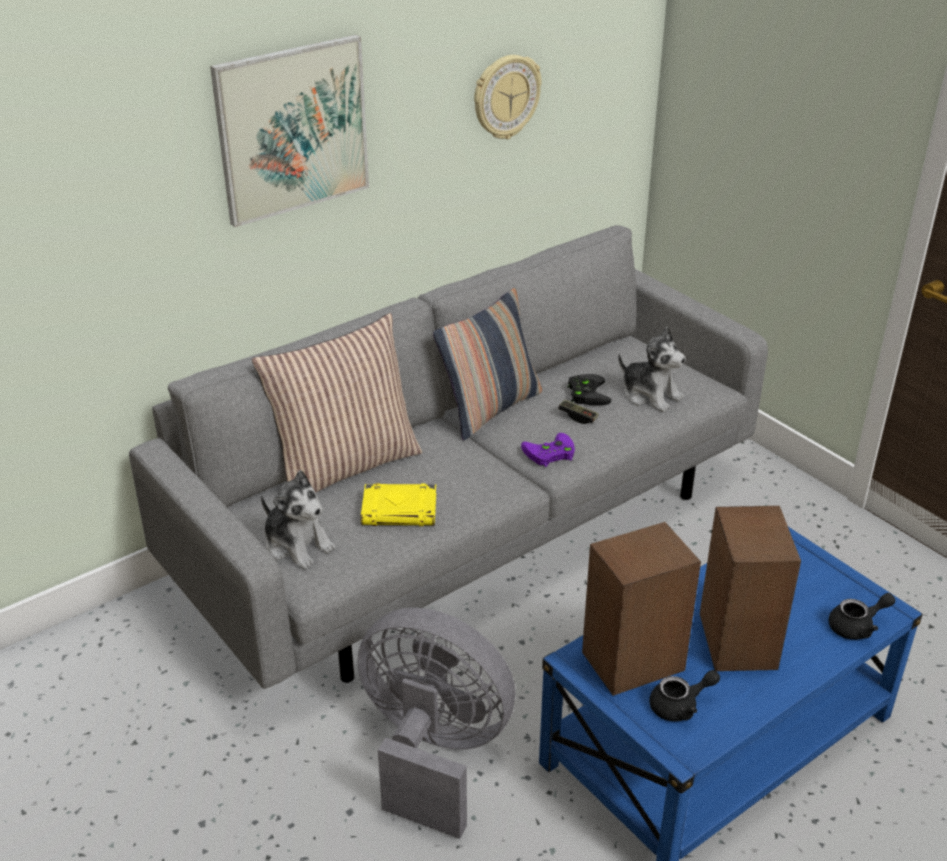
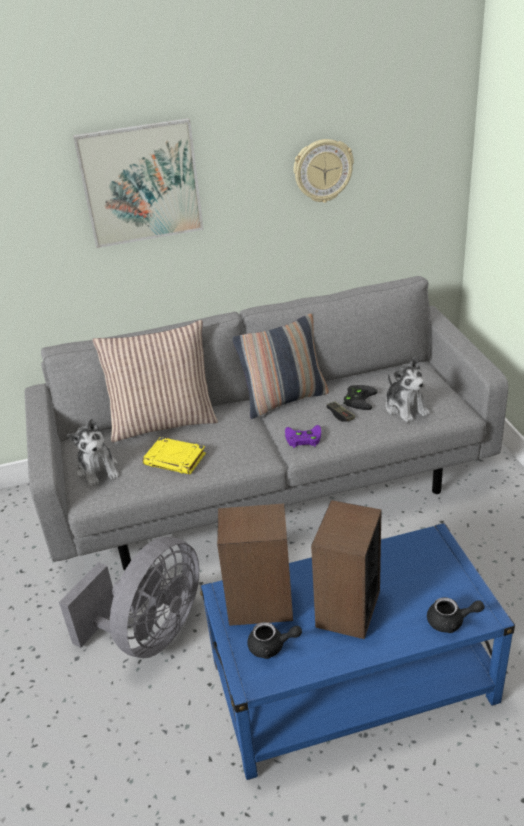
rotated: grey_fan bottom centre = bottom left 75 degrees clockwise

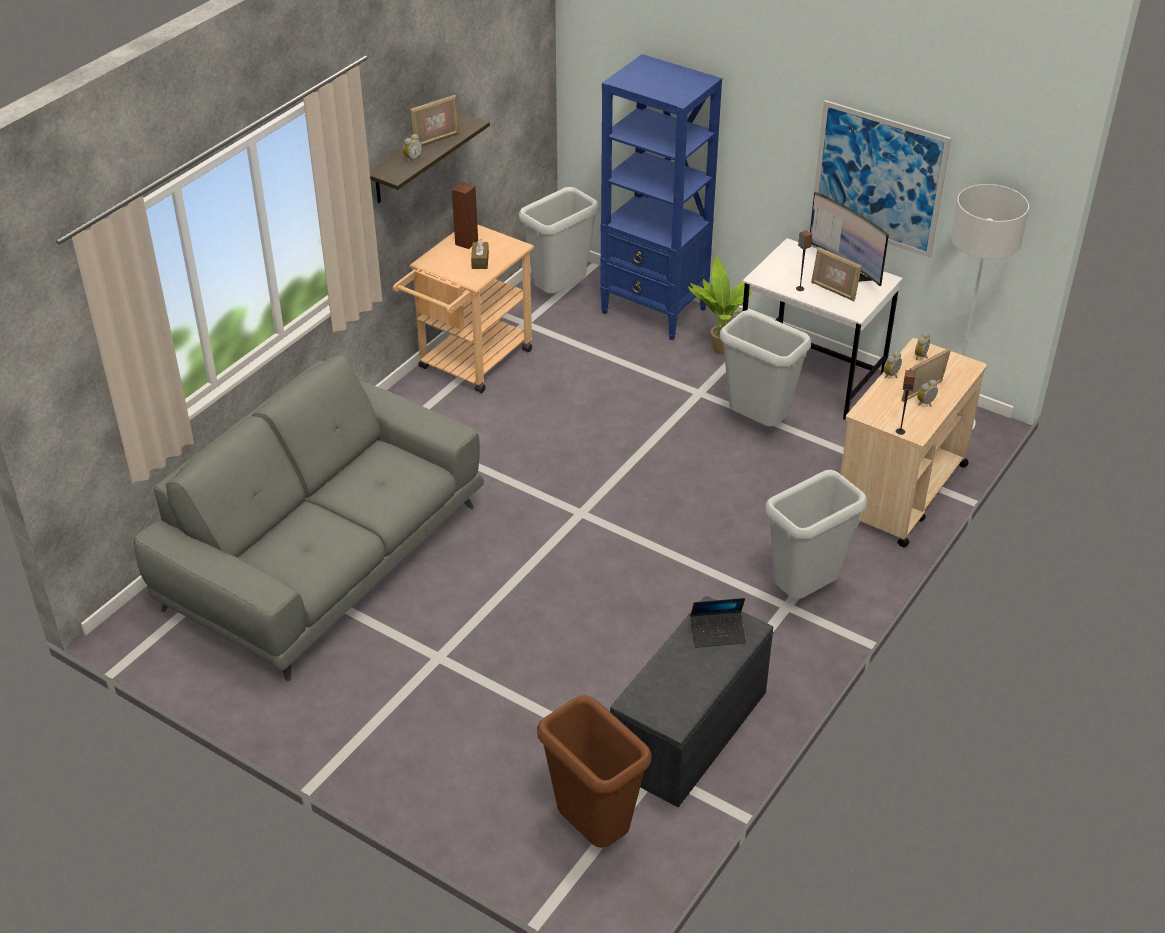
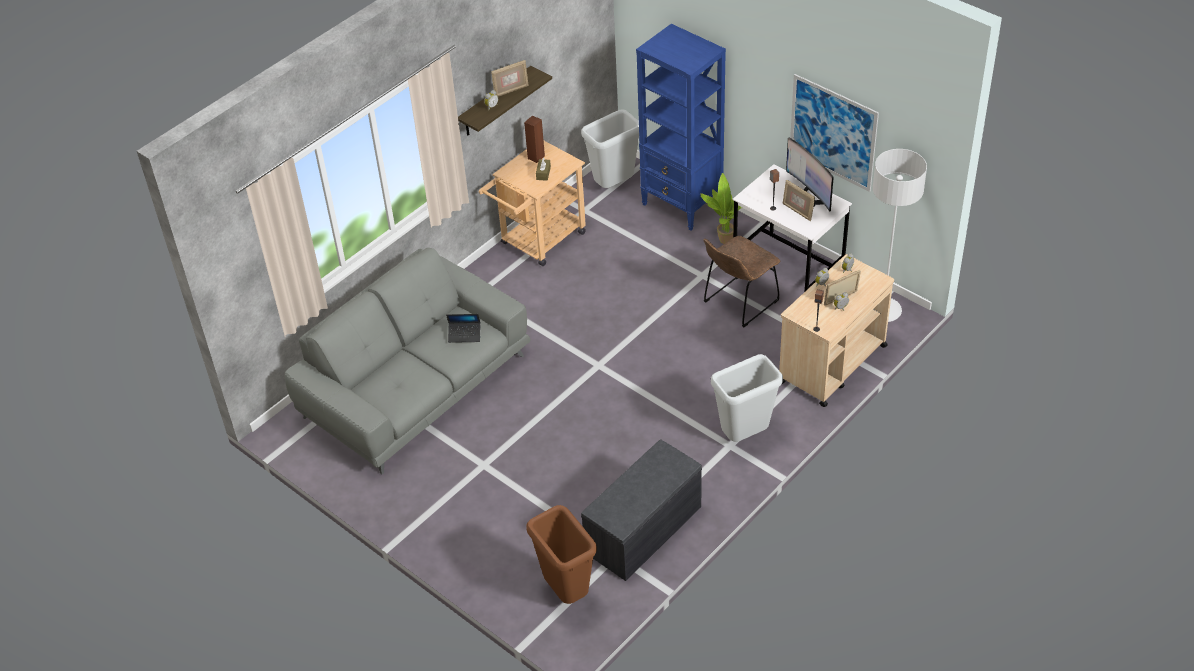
shifted: laptop bottom centre to centre
swapped: grey_trash_can (no. 2 from left) centre to brown_chair centre

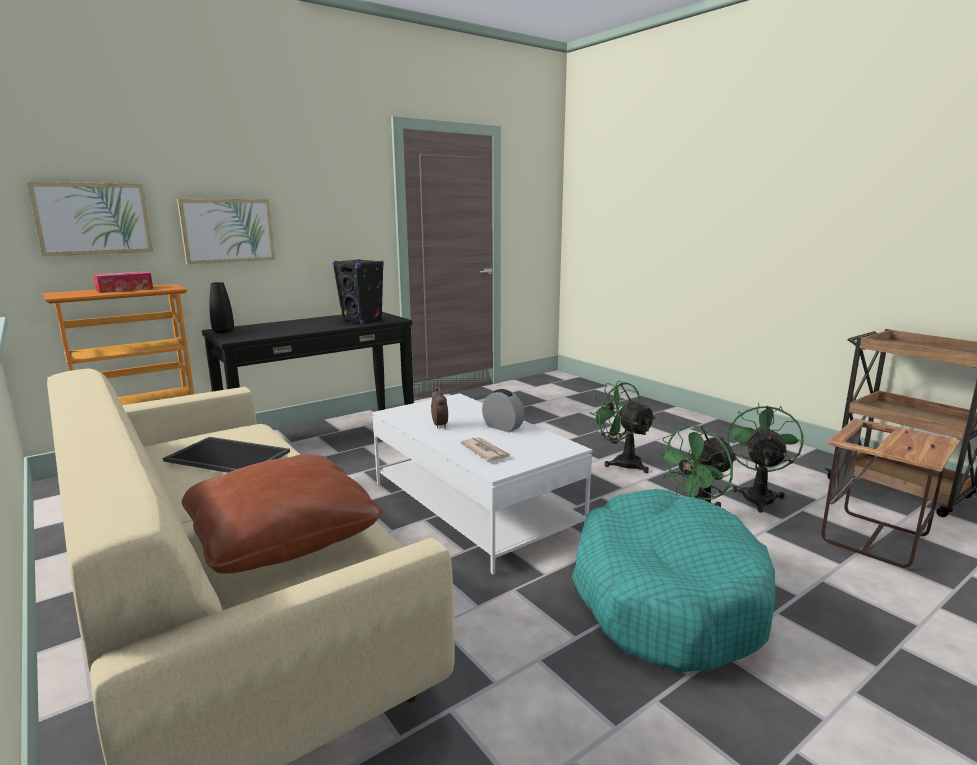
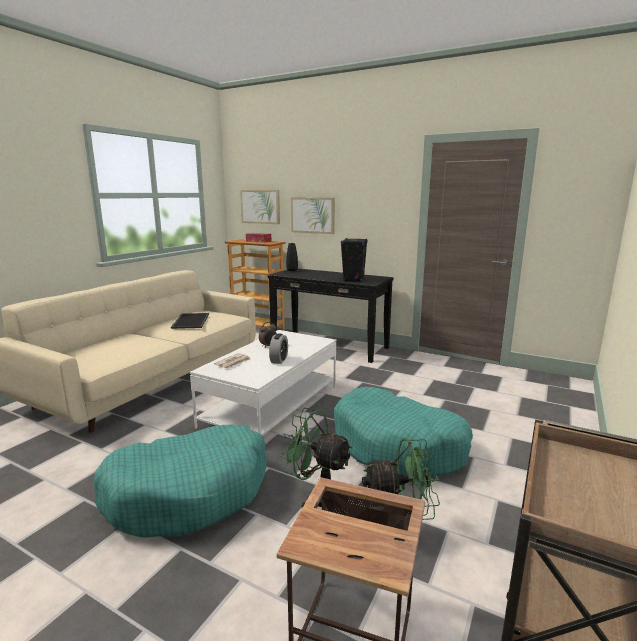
gone: brown_pillow bottom left
swapped: green_fan (no. 1 from left) centre to turquoise_dog_bed (no. 2 from left) bottom centre

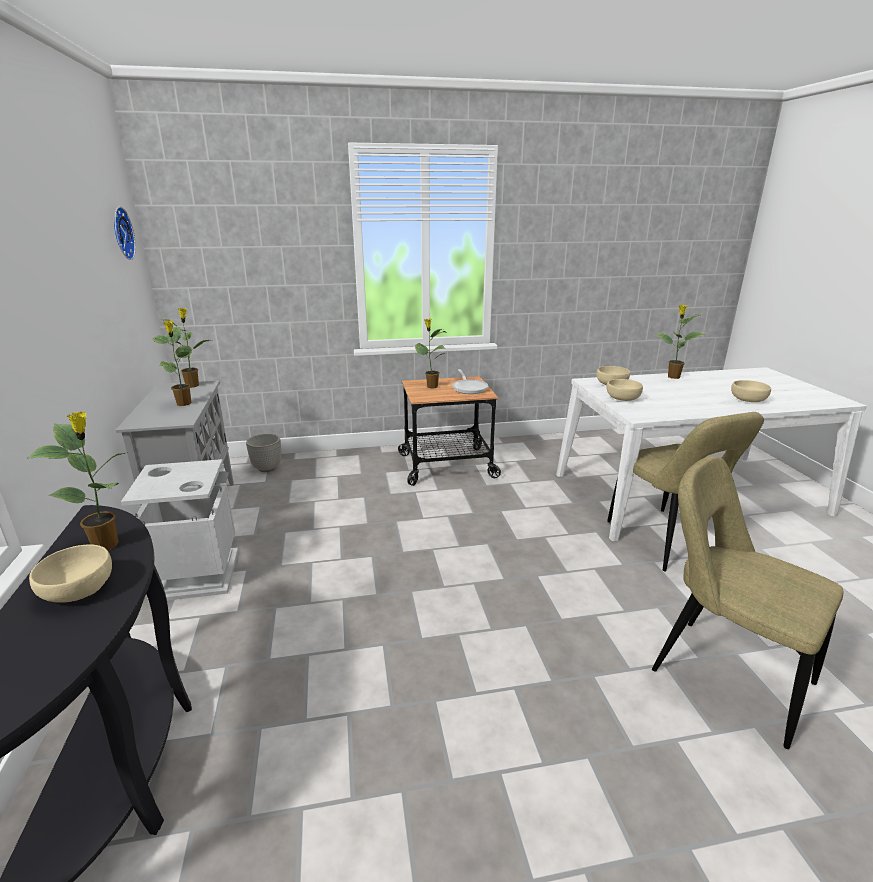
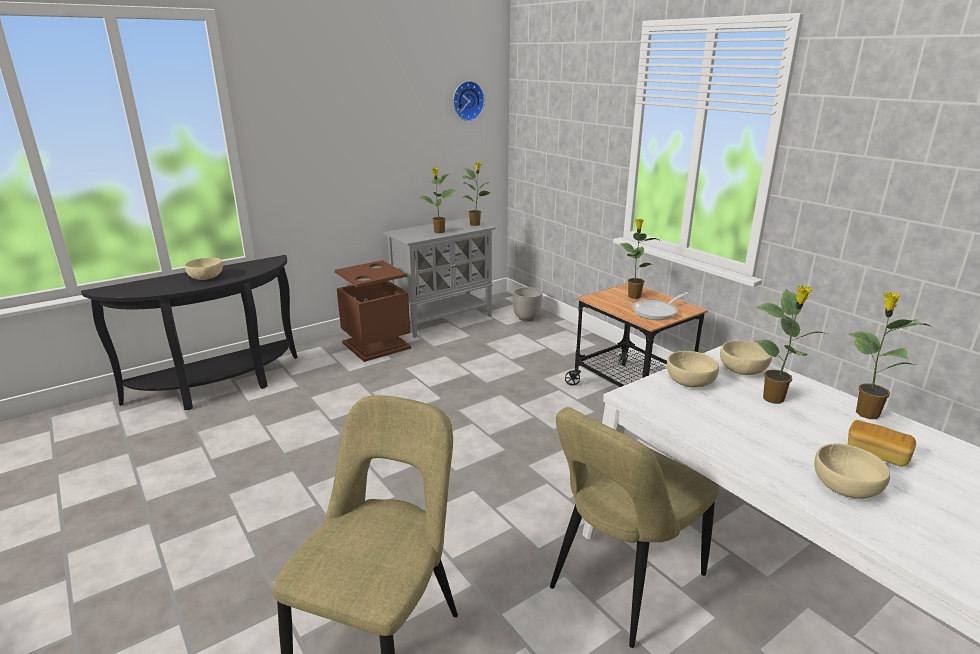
new: bread bottom right
shifted: potted_plant (no. 1 from left in the first image) middle left to potted_plant (no. 4 from left) middle right
repainted: grey_trash_can middle left to brown_trash_can centre

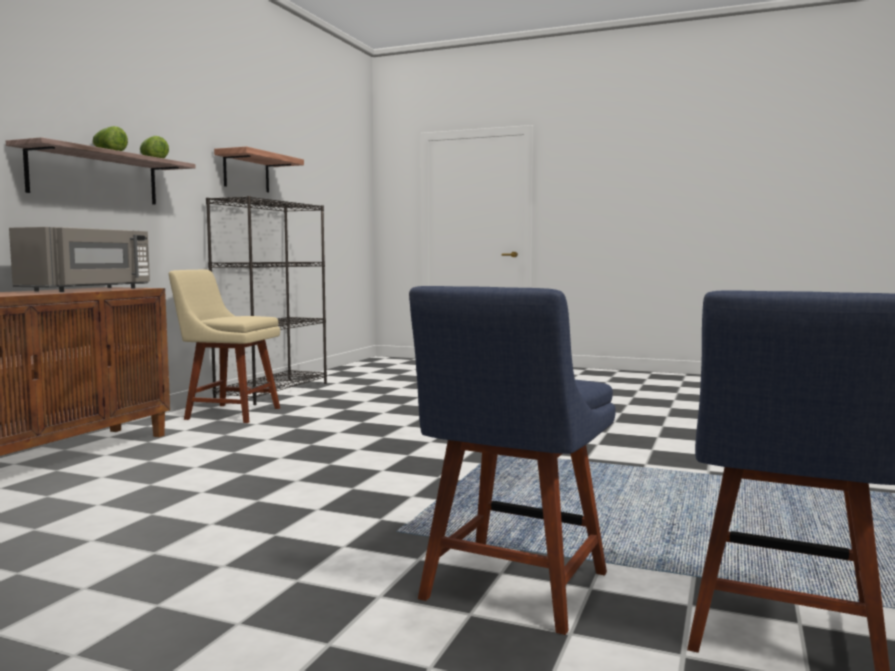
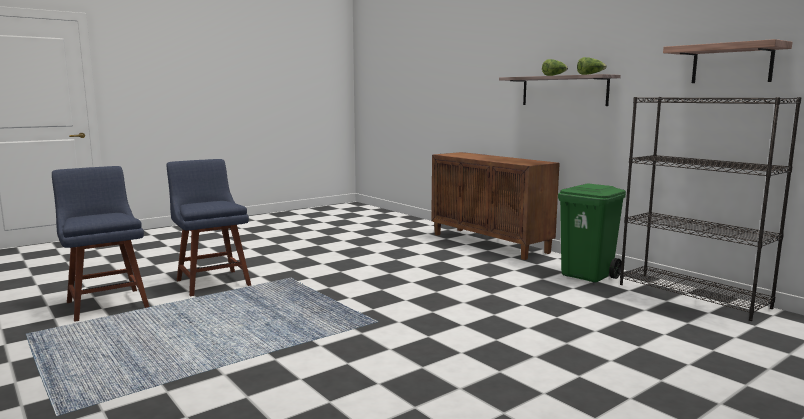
gone: grey_microwave middle left
swapped: beige_chair middle left to green_trash_can middle right

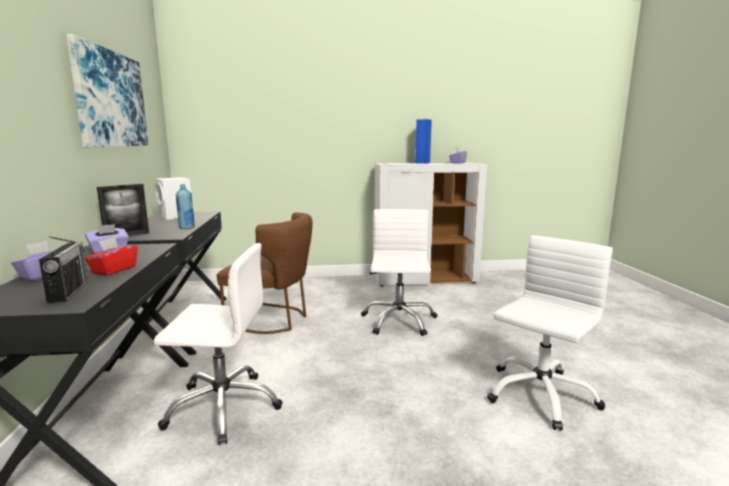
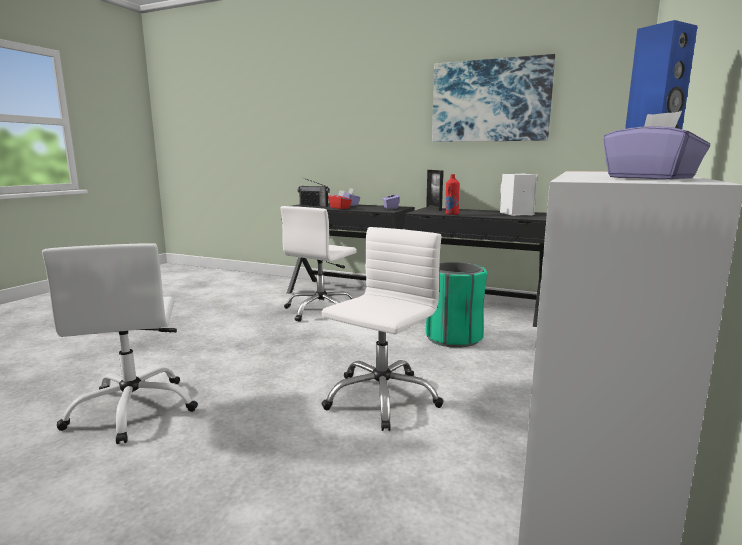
swapped: brown_chair centre to green_trash_can centre
repainted: blue_bottle middle left to red_bottle centre
rotated: white_office_chair (no. 2 from left in the first image) centre = centre 90 degrees counterclockwise

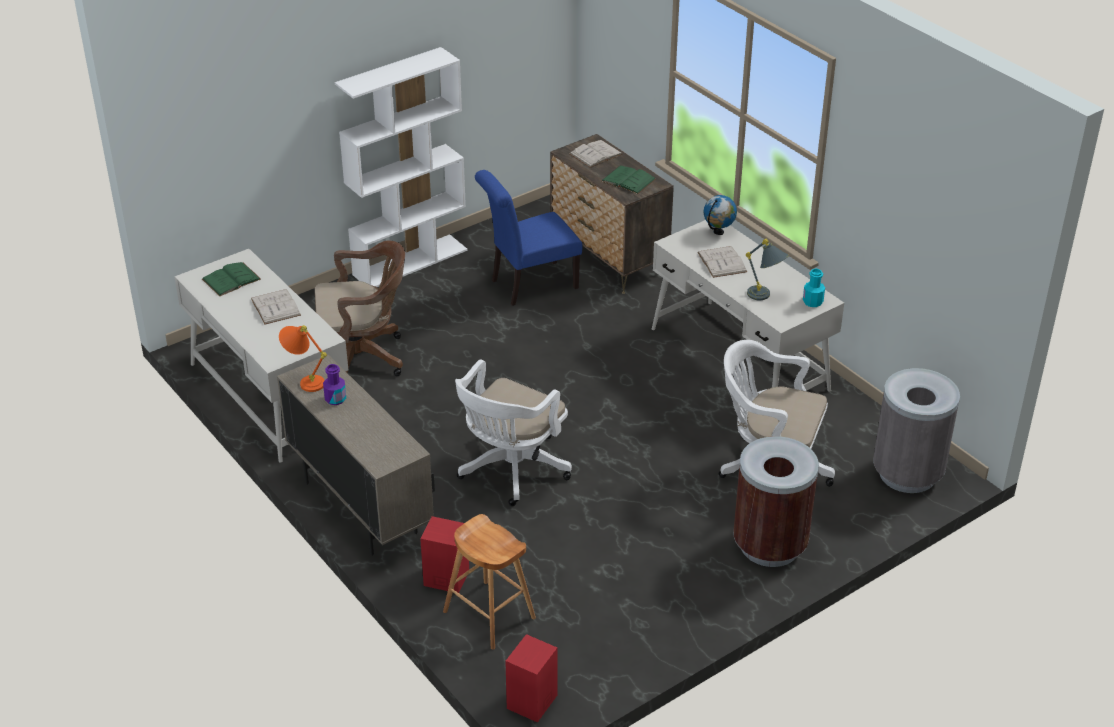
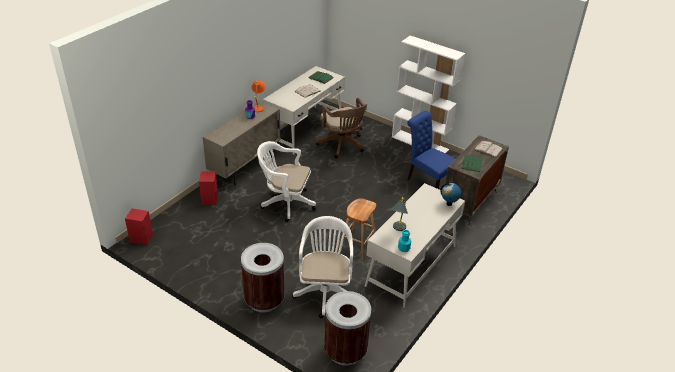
gone: white_book (no. 3 from left) centre
shifted: brown_stool bottom centre to centre
repainted: grey_trash_can middle right to brown_trash_can (no. 2 from left) bottom centre

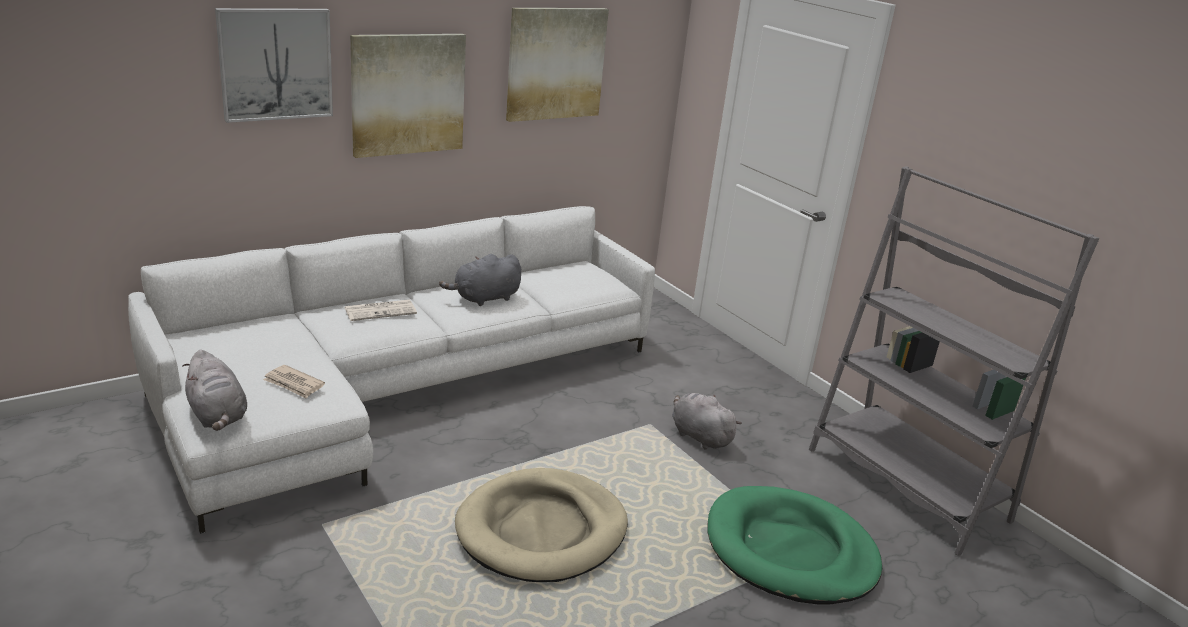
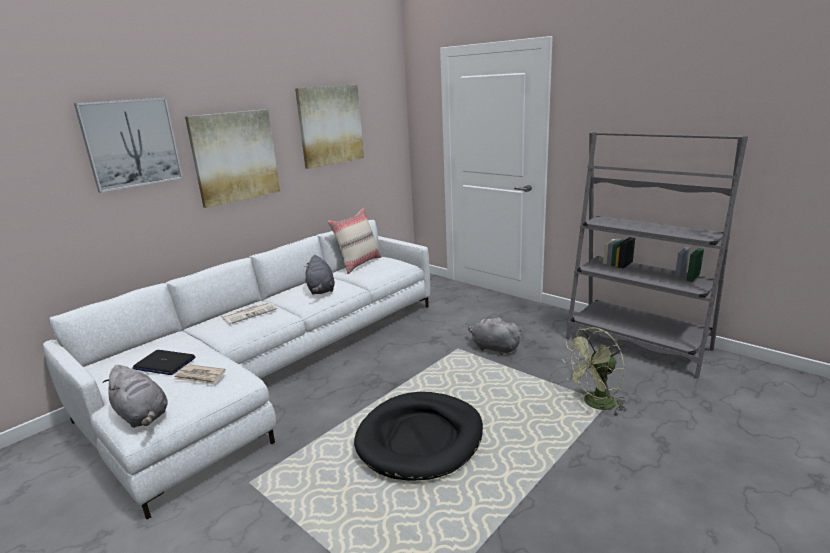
new: laptop middle left; beige_pillow centre
swapped: green_dog_bed bottom right to green_fan bottom right
repainted: beige_dog_bed bottom centre to black_dog_bed bottom centre
rotated: grey_plush_toy (no. 2 from left) centre = centre 60 degrees counterclockwise

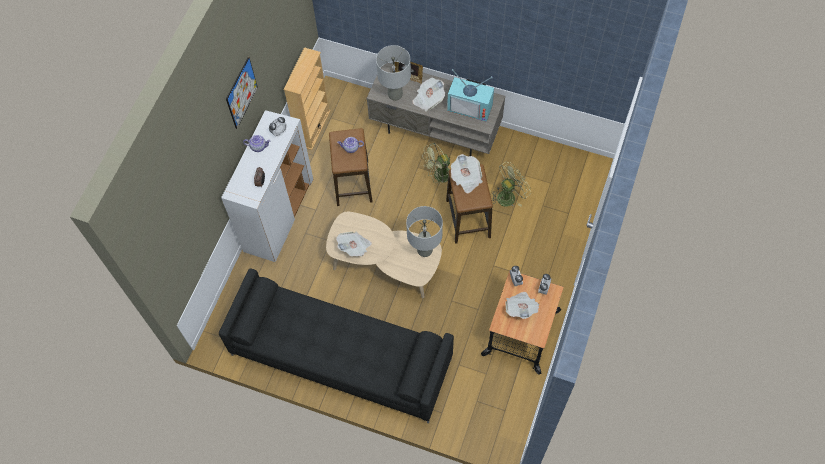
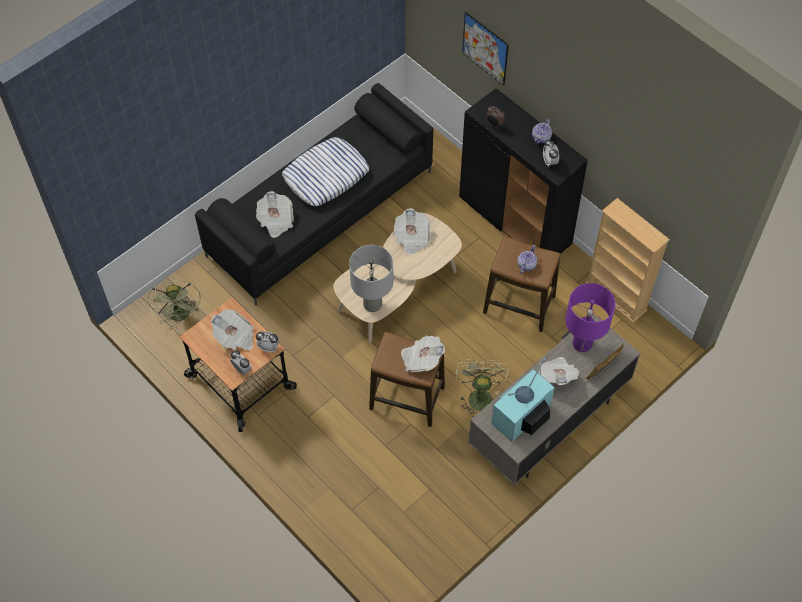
new: newspaper (no. 2 from left) centre; pillow top centre
shifted: picture top left to top centre; green_fan (no. 2 from left in the first image) centre to green_fan (no. 1 from left) middle left
repainted: white_cabinet middle left to black_cabinet top centre; grey_table_lamp (no. 1 from left) top centre to purple_table_lamp middle right

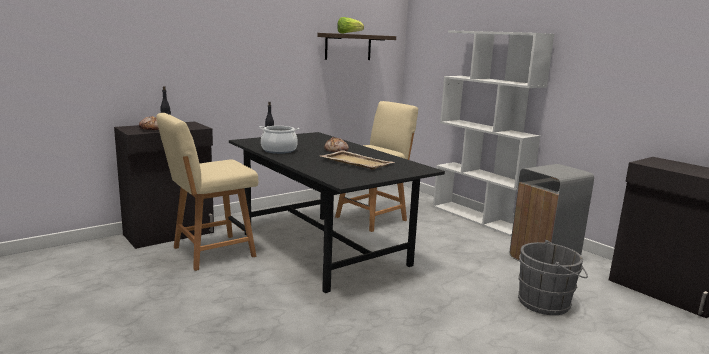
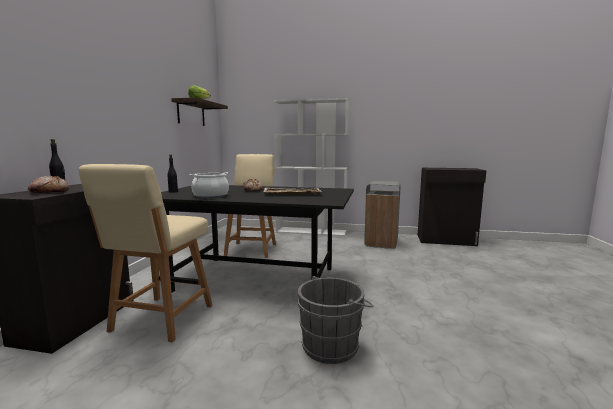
shifted: grey_bucket bottom right to bottom centre

